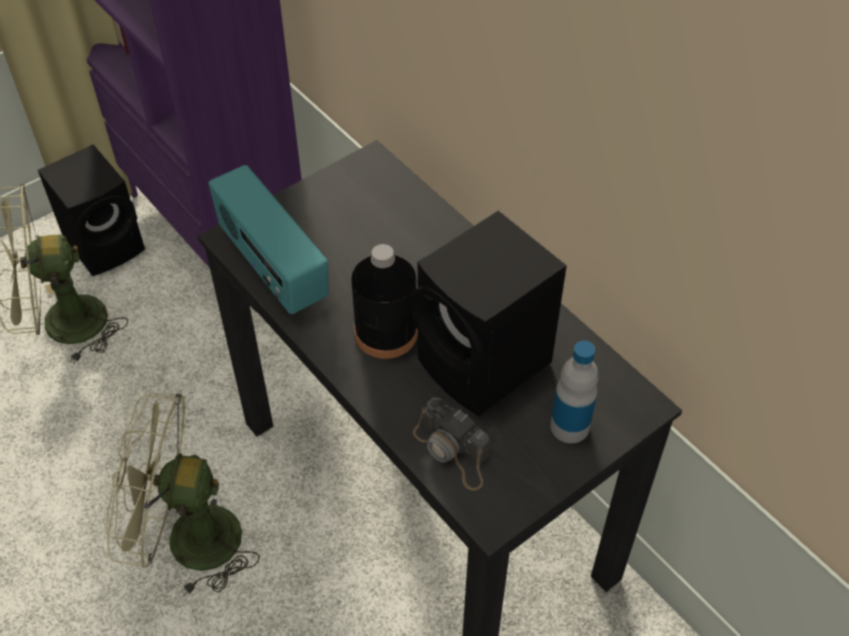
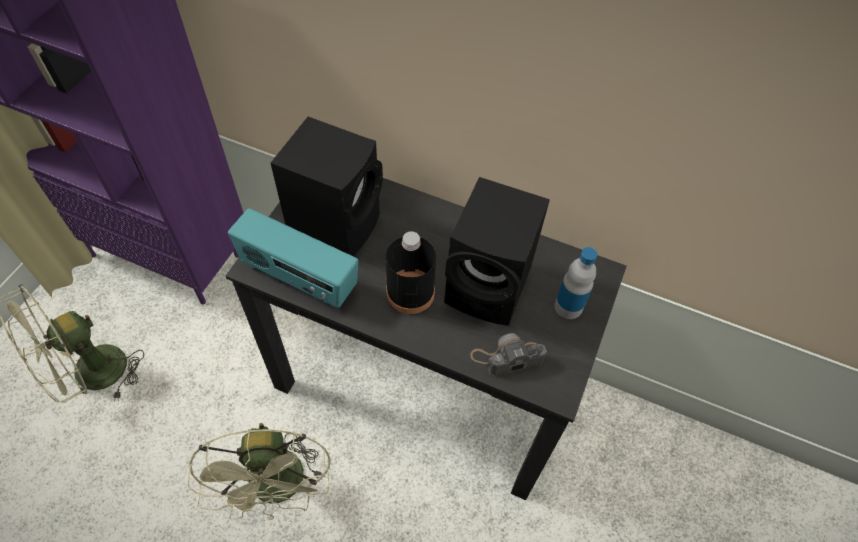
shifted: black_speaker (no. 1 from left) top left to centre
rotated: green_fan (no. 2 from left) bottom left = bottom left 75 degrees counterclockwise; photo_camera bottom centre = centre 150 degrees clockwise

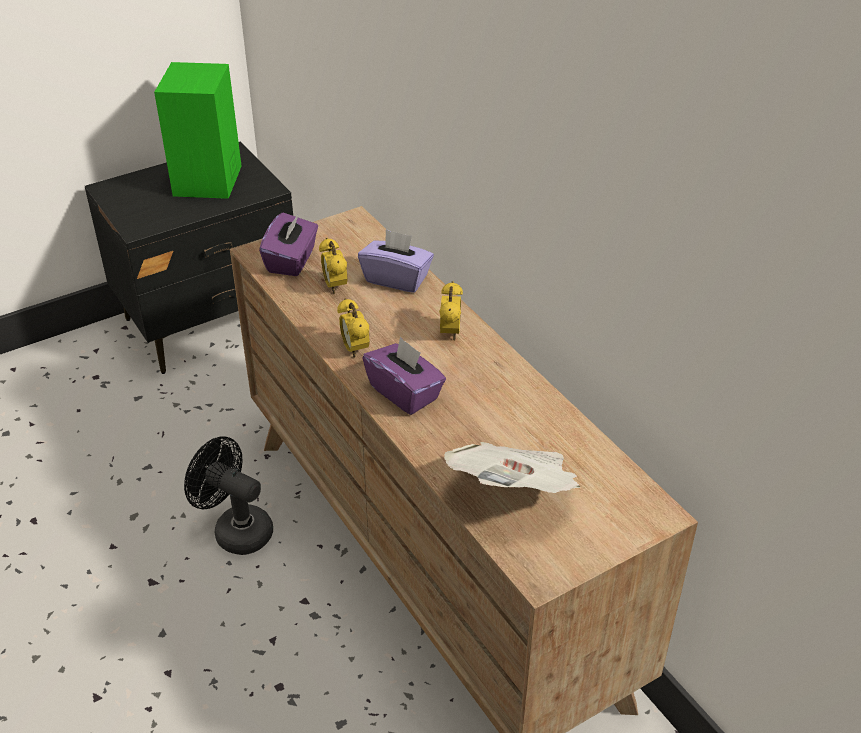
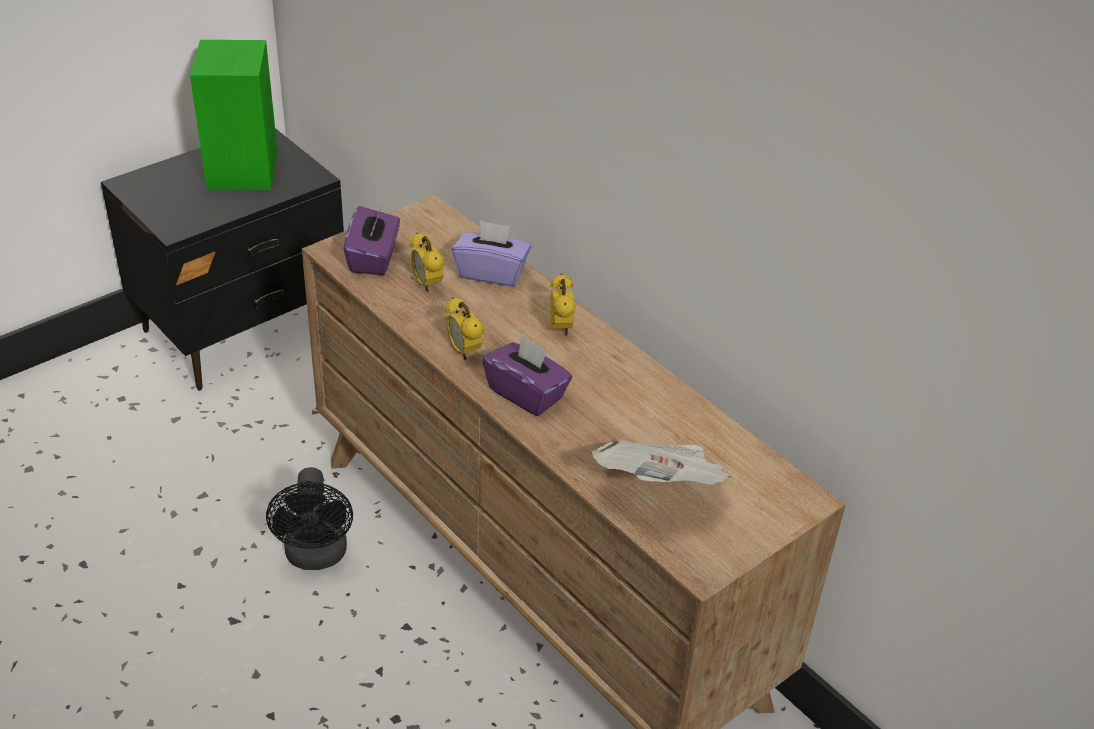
rotated: black_fan bottom left = bottom left 120 degrees counterclockwise

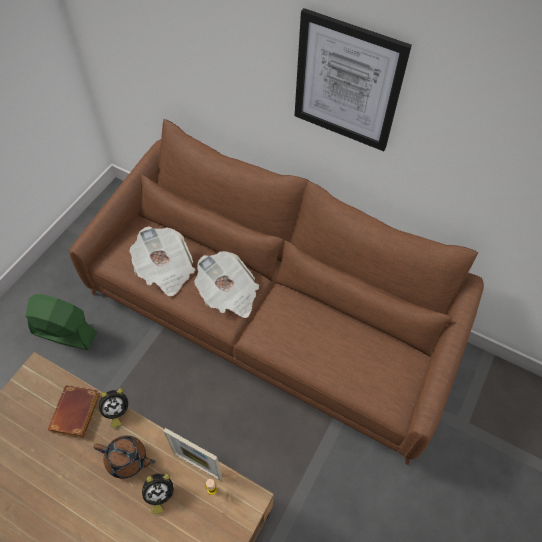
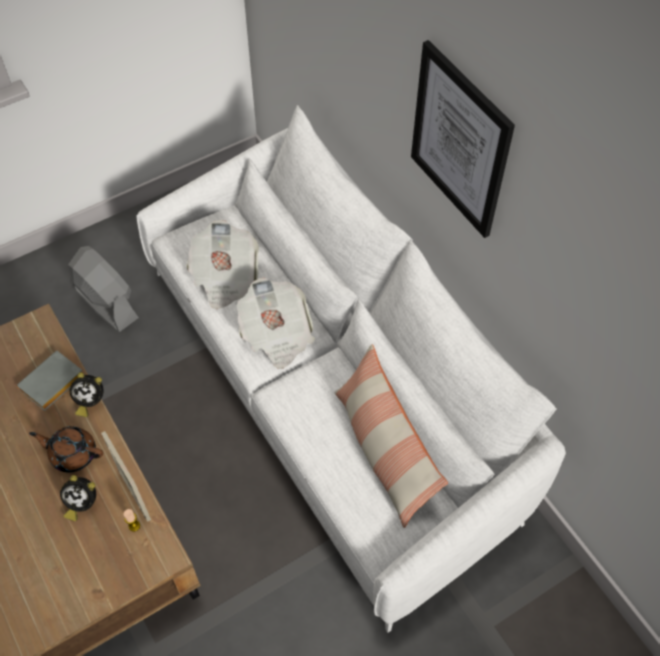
new: pillow centre
repainted: green_fan middle left to grey_fan middle left; brown_book bottom left to grey_book middle left; brown_sofa centre to white_sofa centre
rotated: brown_teapot bottom left = bottom left 150 degrees clockwise

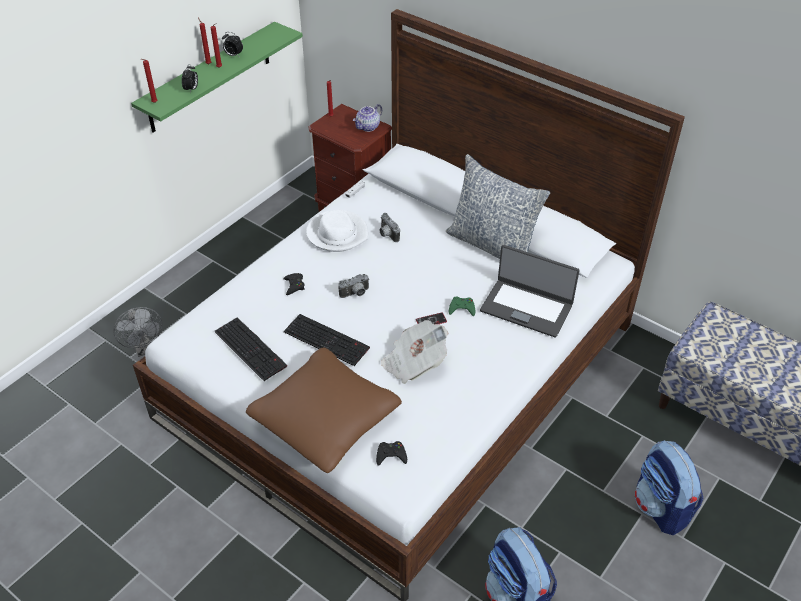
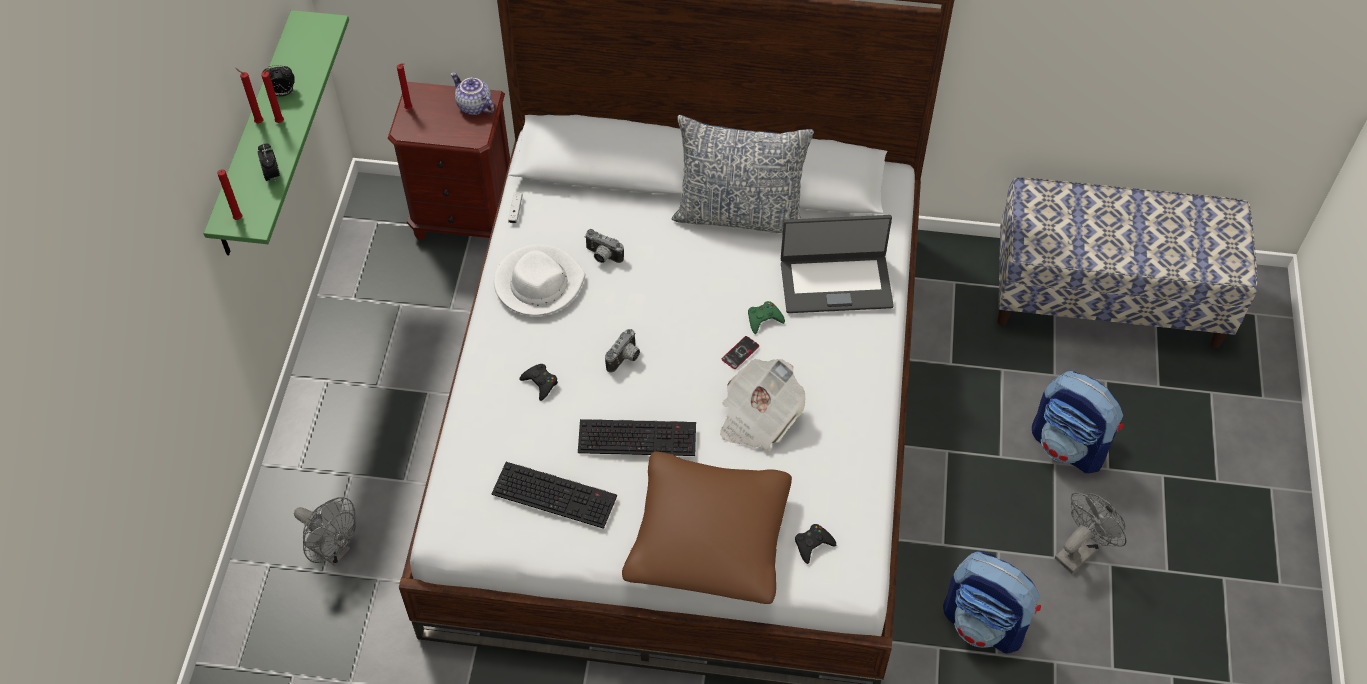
new: grey_fan (no. 2 from left) bottom right
rotated: teapot top centre = top centre 120 degrees clockwise

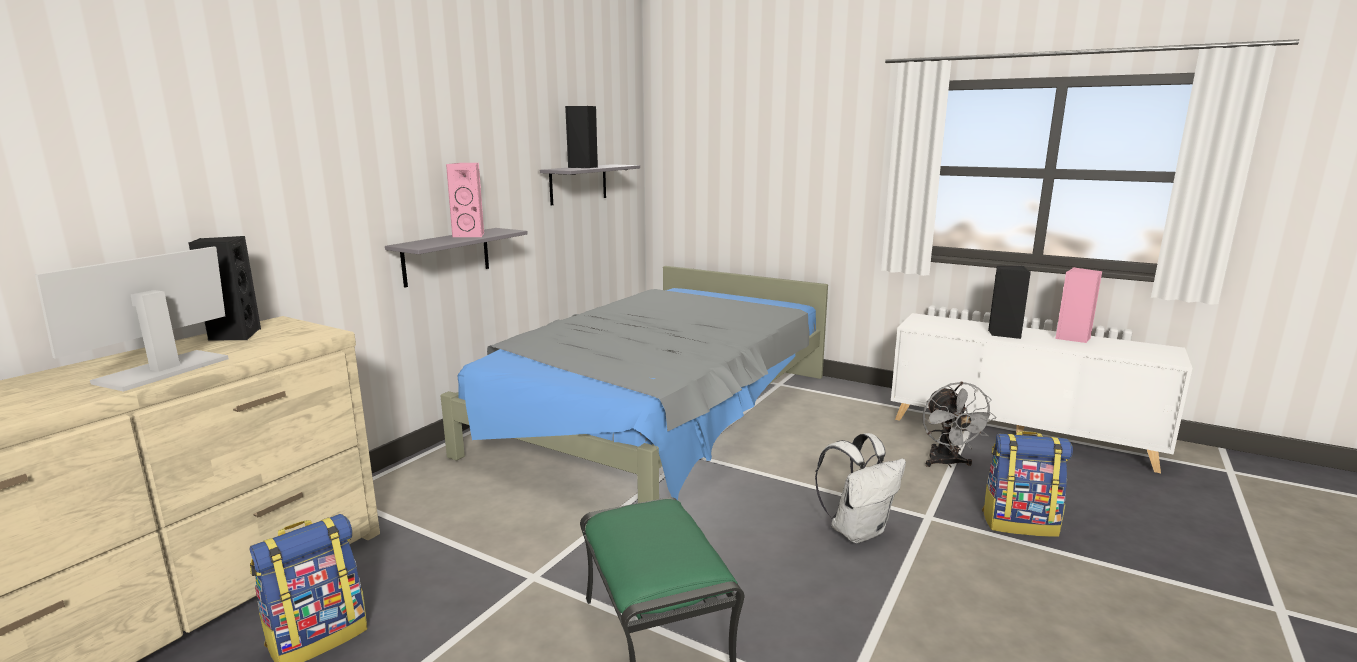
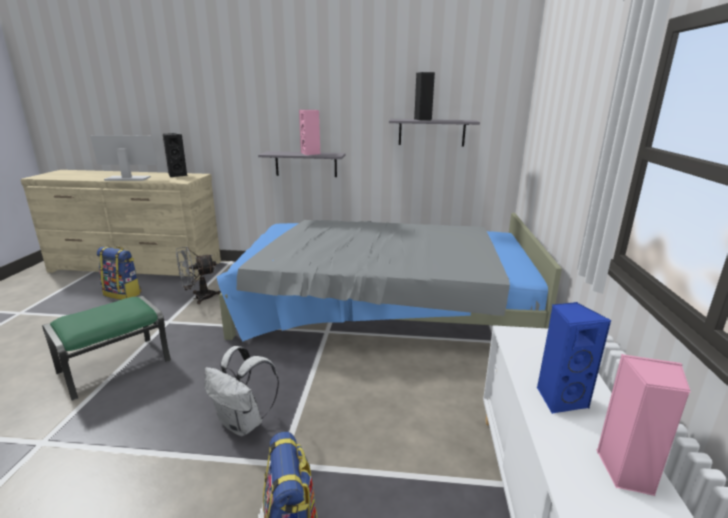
shifted: grey_fan middle right to middle left
repainted: black_speaker (no. 3 from left) middle right to blue_speaker bottom right

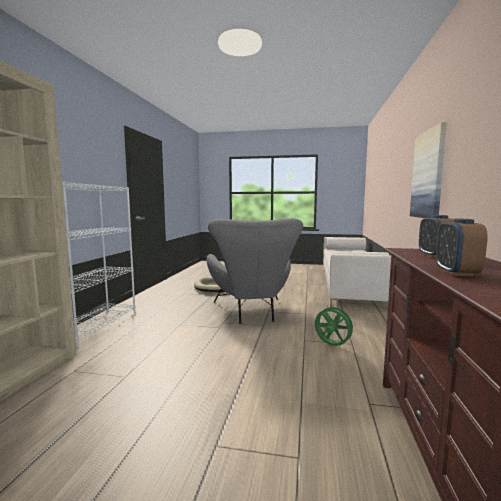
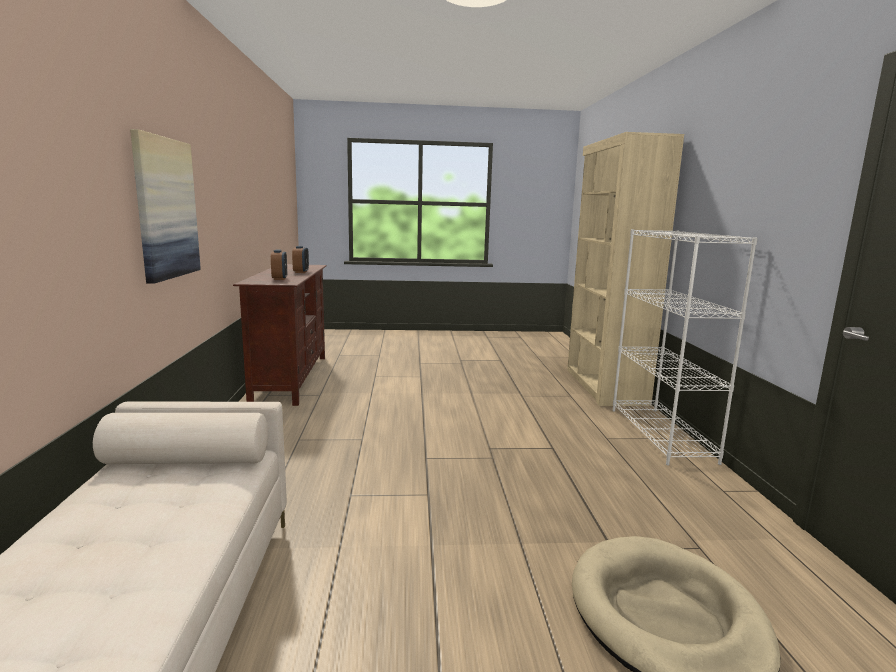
gone: grey_armchair centre; green_fan middle right

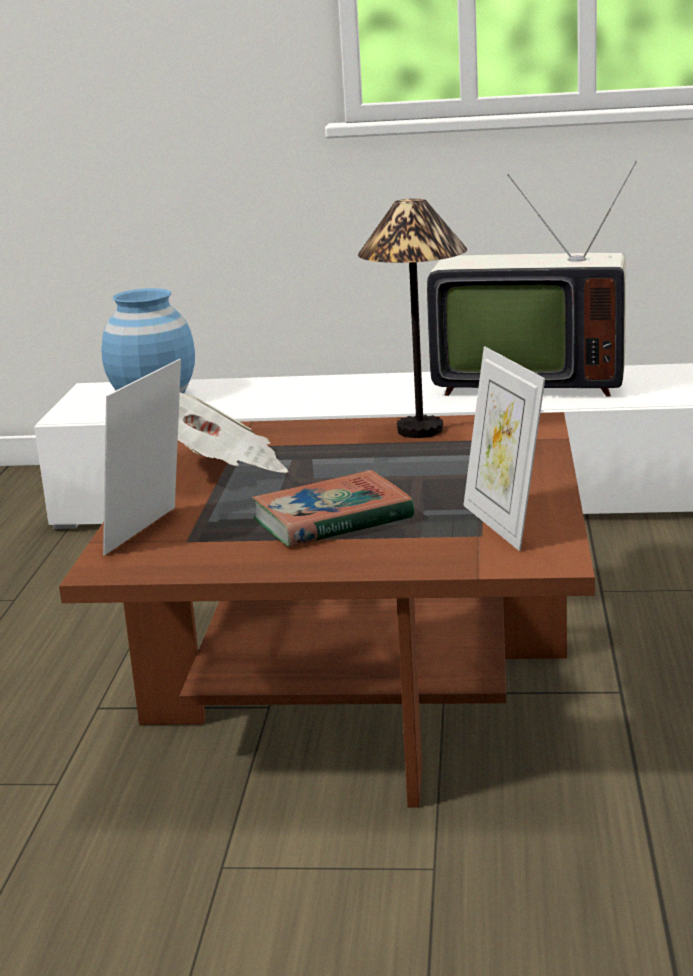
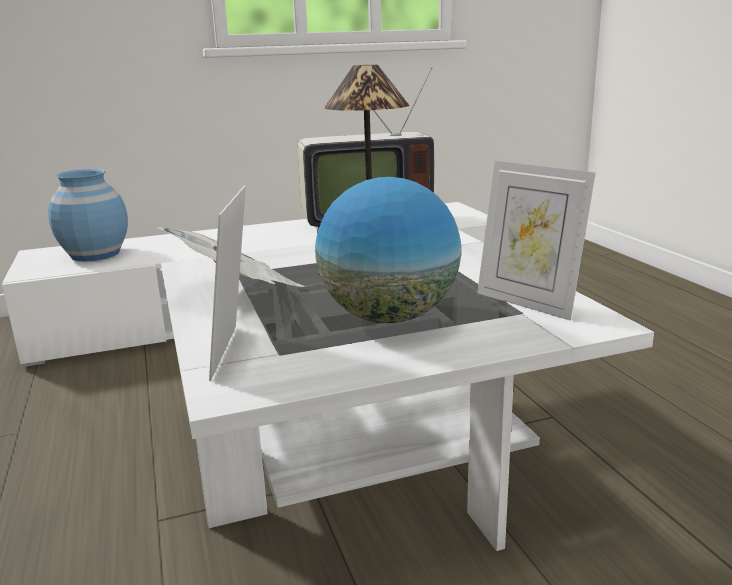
swapped: book centre to globe centre
repainted: brown_coffee_table centre to white_coffee_table bottom centre

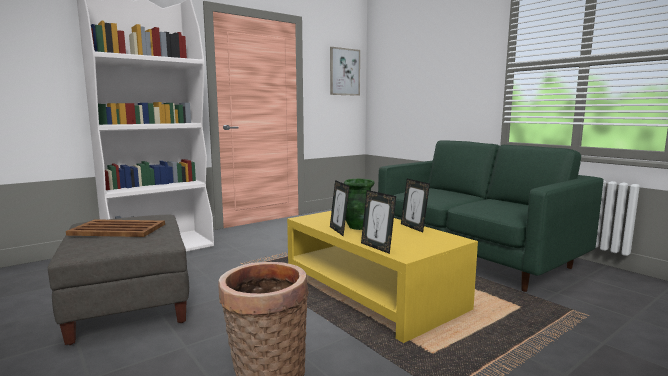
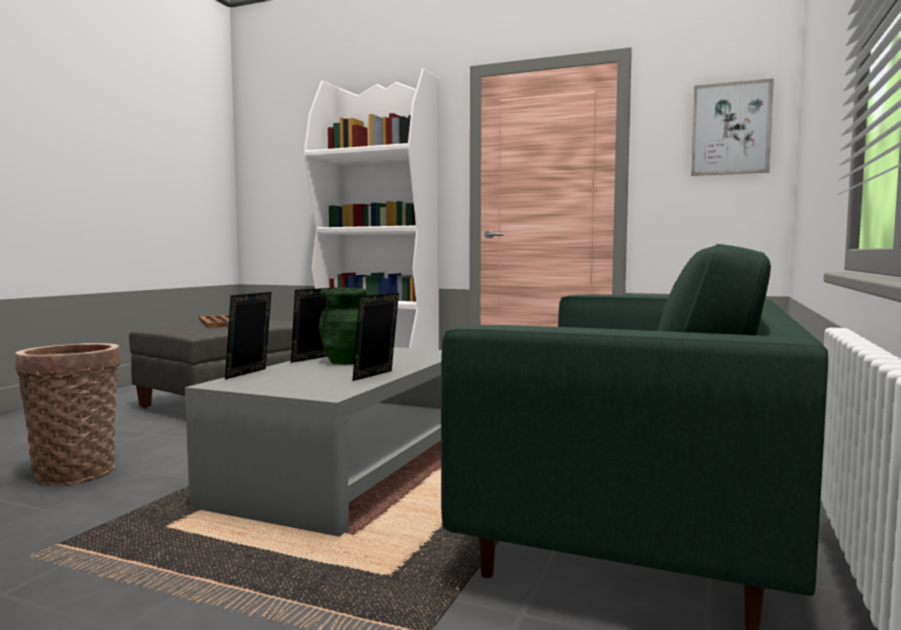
repainted: yellow_coffee_table bottom centre to grey_coffee_table bottom centre

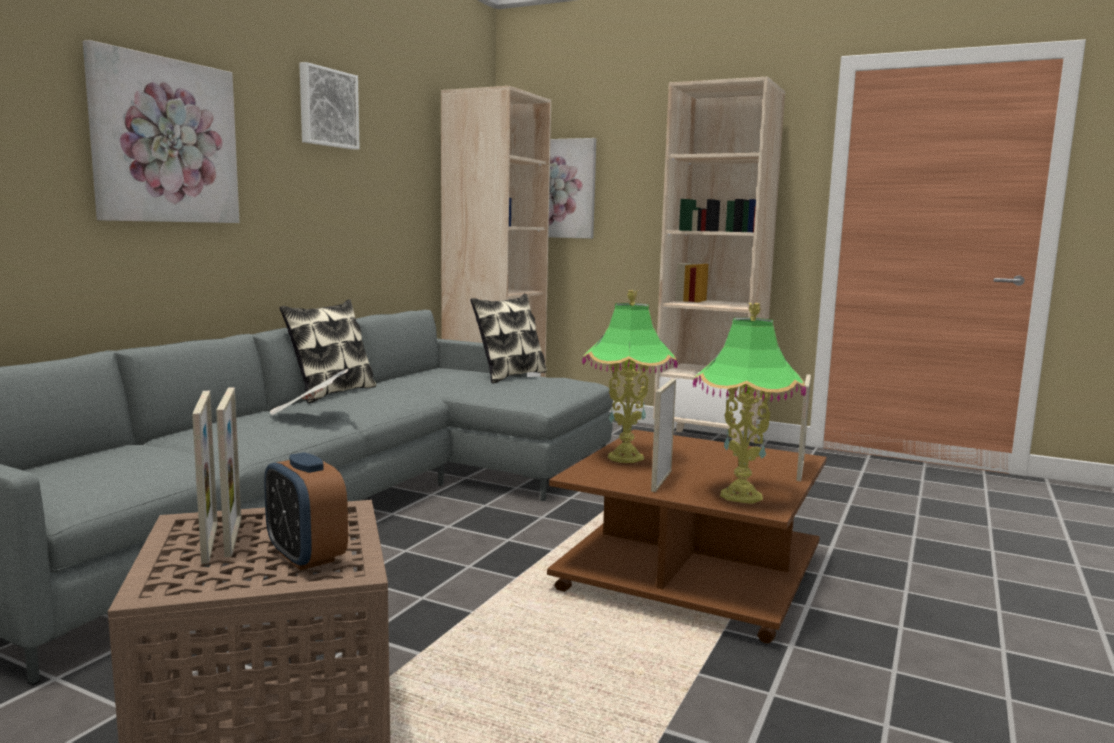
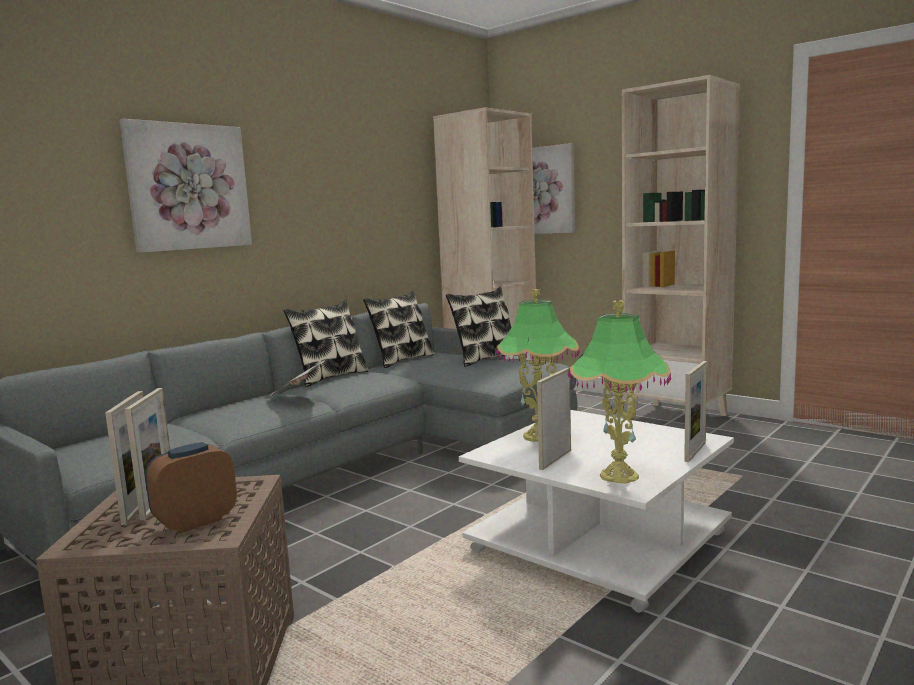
gone: picture (no. 2 from left) top left
new: pillow (no. 2 from left) centre
repainted: brown_coffee_table bottom centre to white_coffee_table bottom centre
rotated: alarm_clock bottom left = bottom left 75 degrees clockwise

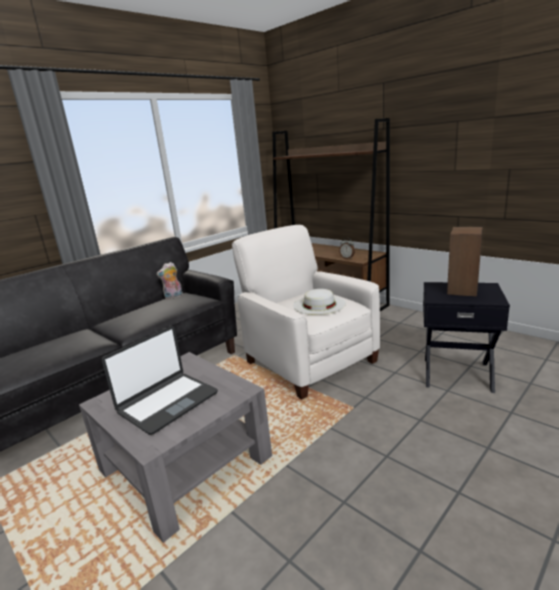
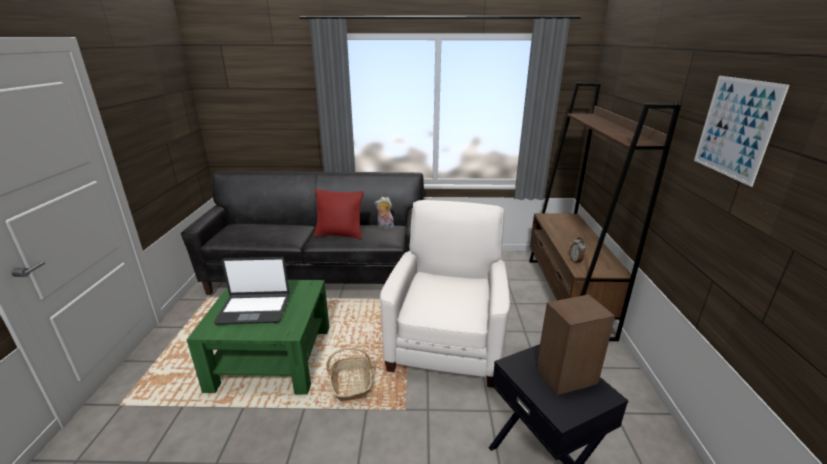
gone: white_hat centre
new: red_pillow centre; basket bottom centre; picture top right
repainted: grey_coffee_table bottom left to green_coffee_table bottom left

